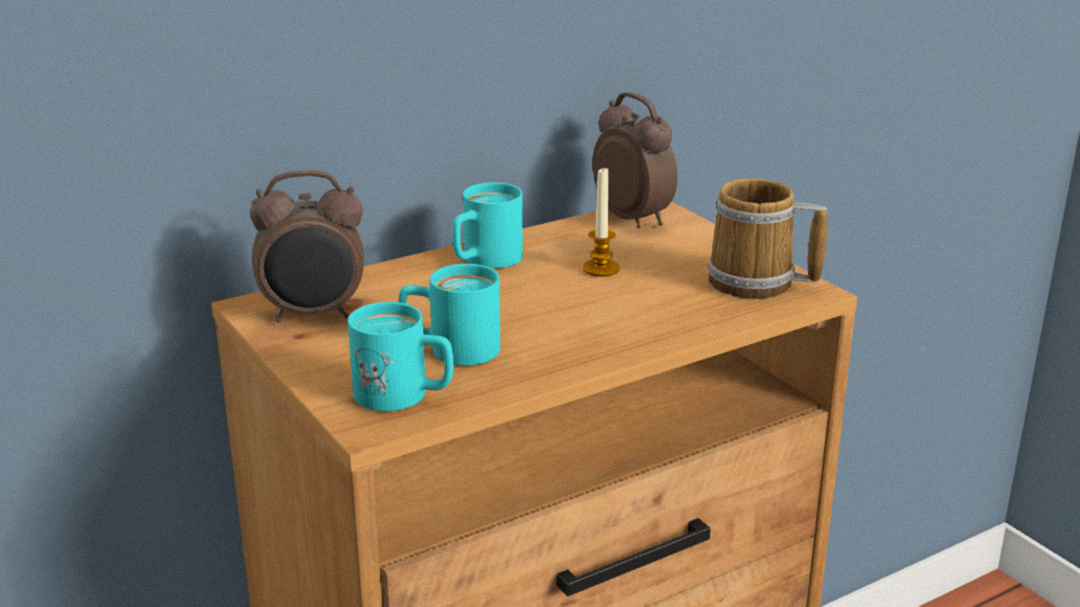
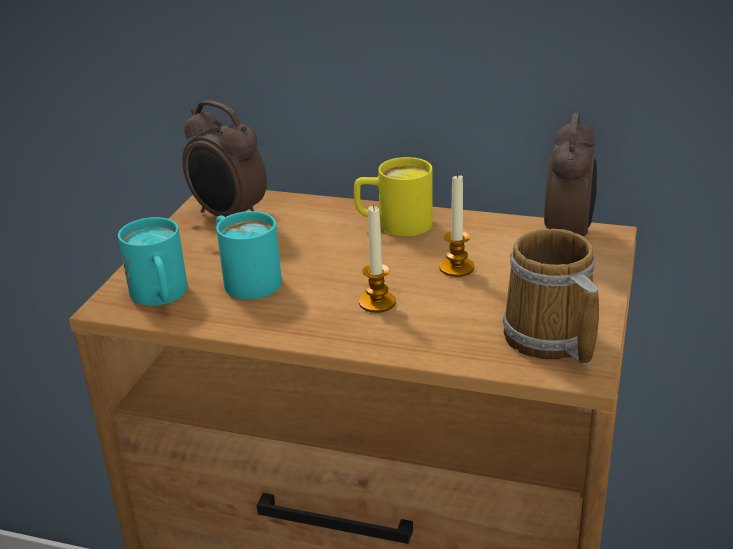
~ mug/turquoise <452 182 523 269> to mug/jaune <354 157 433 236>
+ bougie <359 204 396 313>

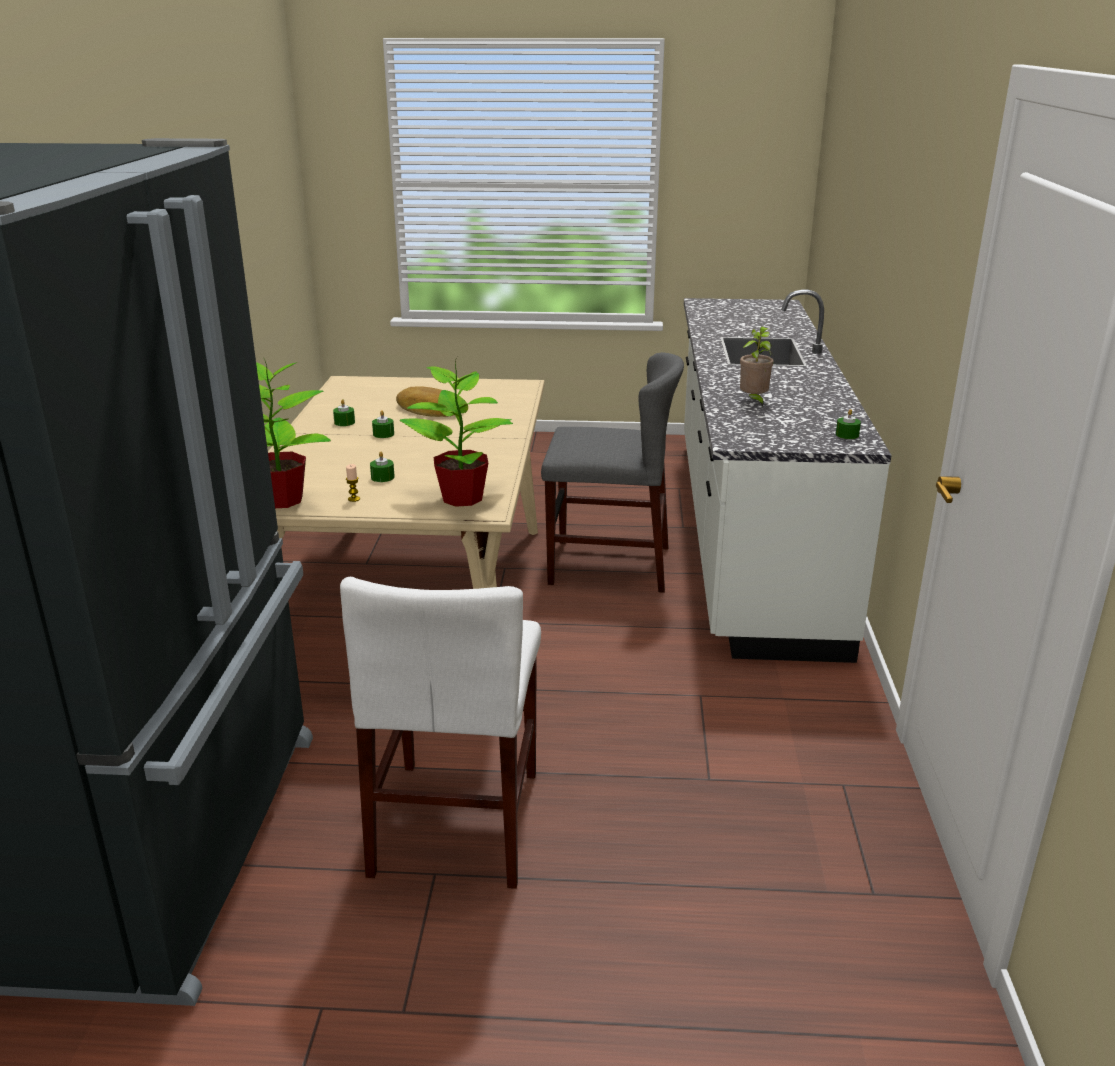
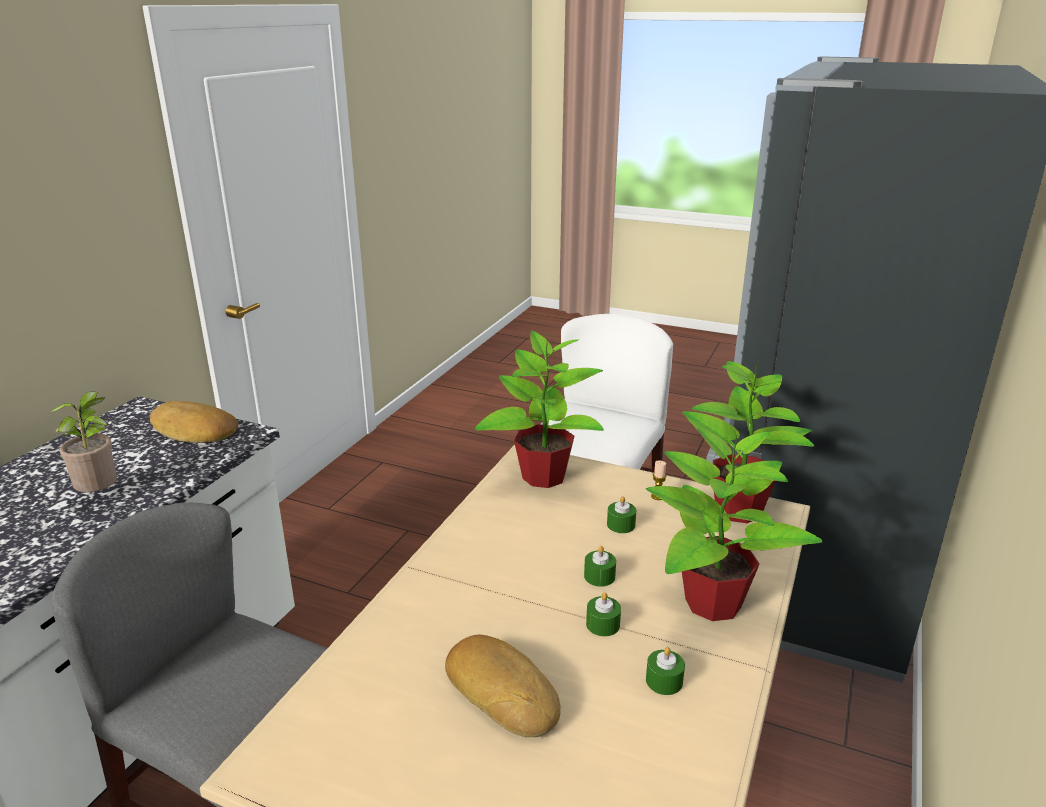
~ bougie/vert <836 409 861 439> to <584 546 616 587>
+ pain <150 401 238 443>
+ plante en pot <646 428 823 621>

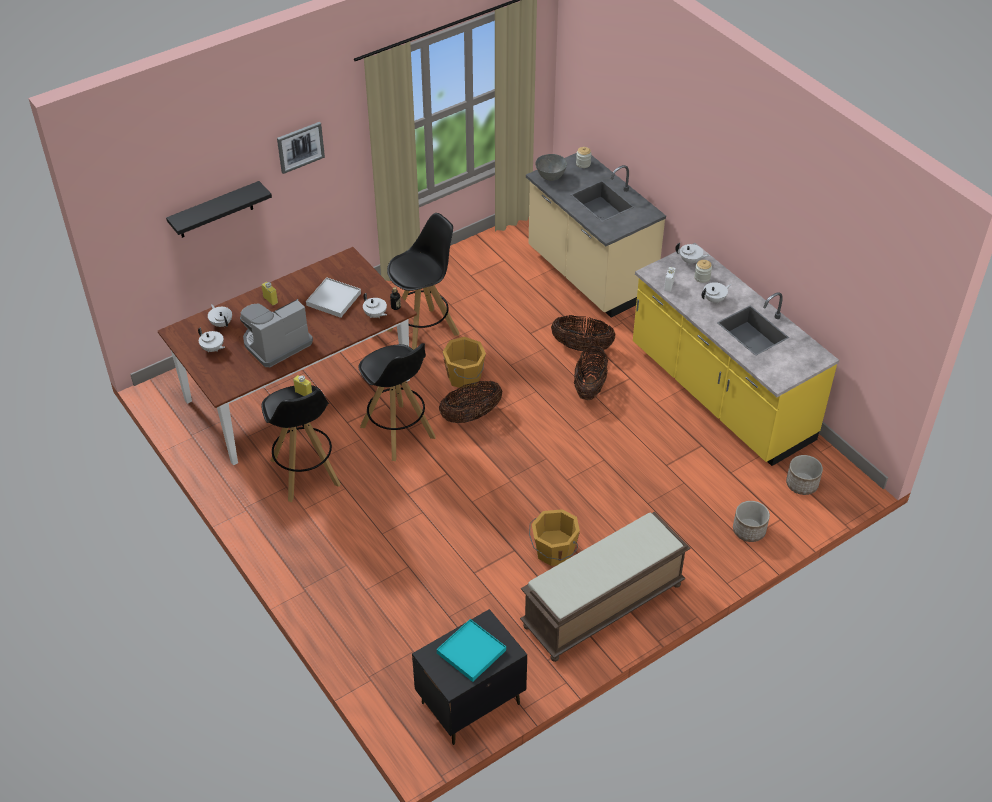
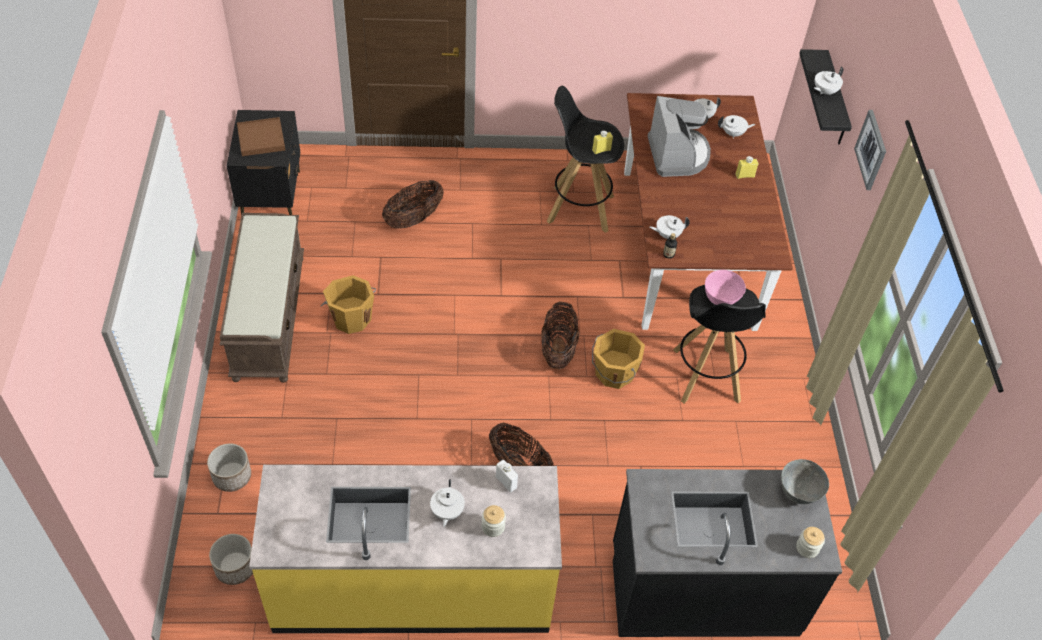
- plateau/blanc <306 277 361 318>
- tabouret/noir <358 343 436 461>
~ plateau/turquoise <437 619 506 682> to plateau/marron <237 117 285 156>
~ comptoir de cuisine/beige <526 153 666 317> to comptoir de cuisine/noir <613 469 842 637>
~ panier <551 315 615 352> to <382 180 444 229>
~ théière/blanc <675 243 710 264> to <814 67 843 95>
+ bol/rose <705 270 746 305>

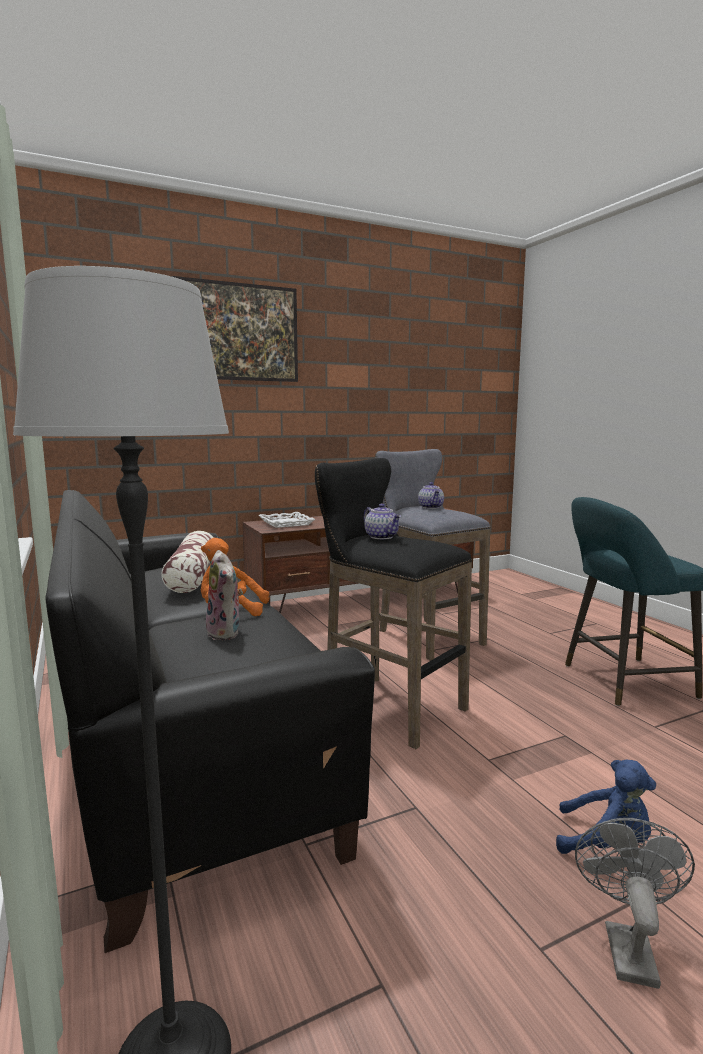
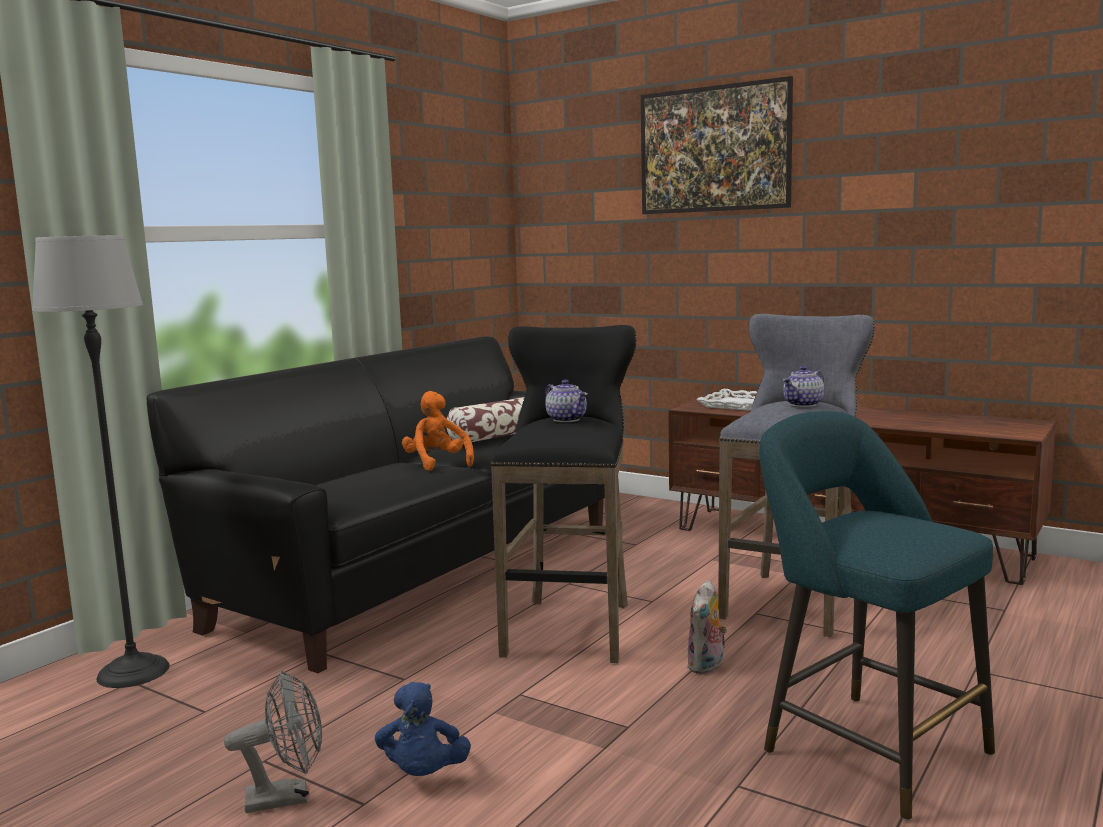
~ peluche <206 550 243 640> to <687 580 727 674>
~ théière <364 504 401 539> = <545 380 588 422> 60 degrees counterclockwise

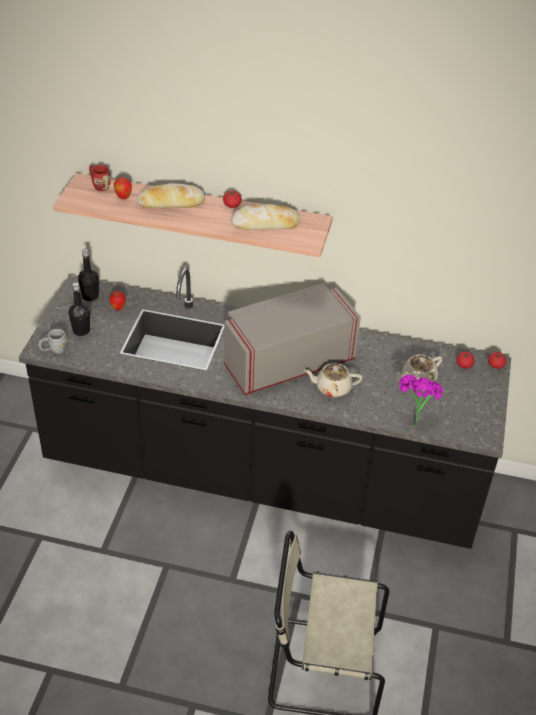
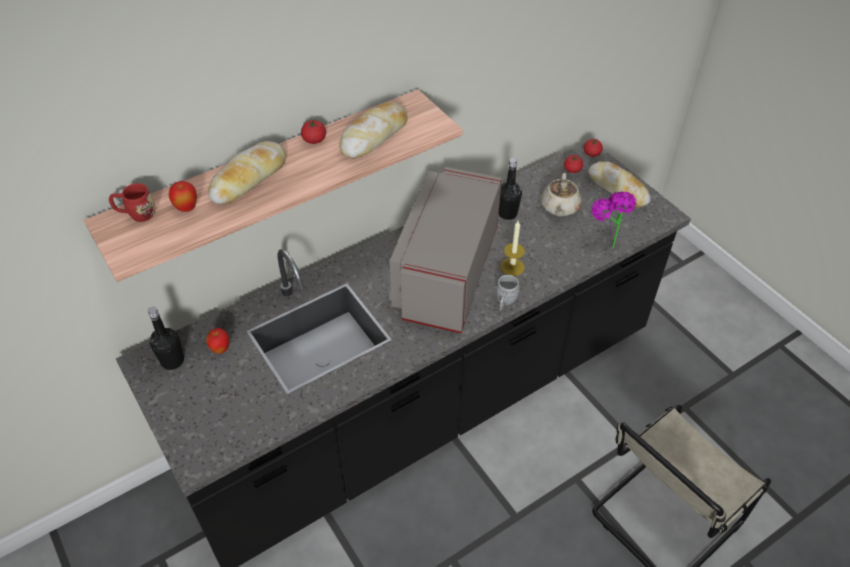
~ mug/gris <39 329 67 354> to <496 275 520 311>
~ bouteille/noir <68 282 90 336> to <499 158 522 220>
~ théière/beige <304 363 362 397> to bougie <500 221 525 276>
+ pain <588 161 651 207>

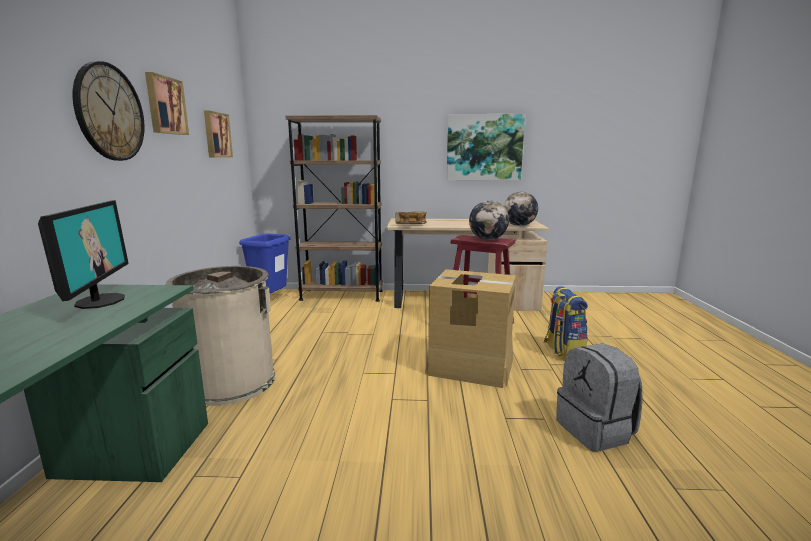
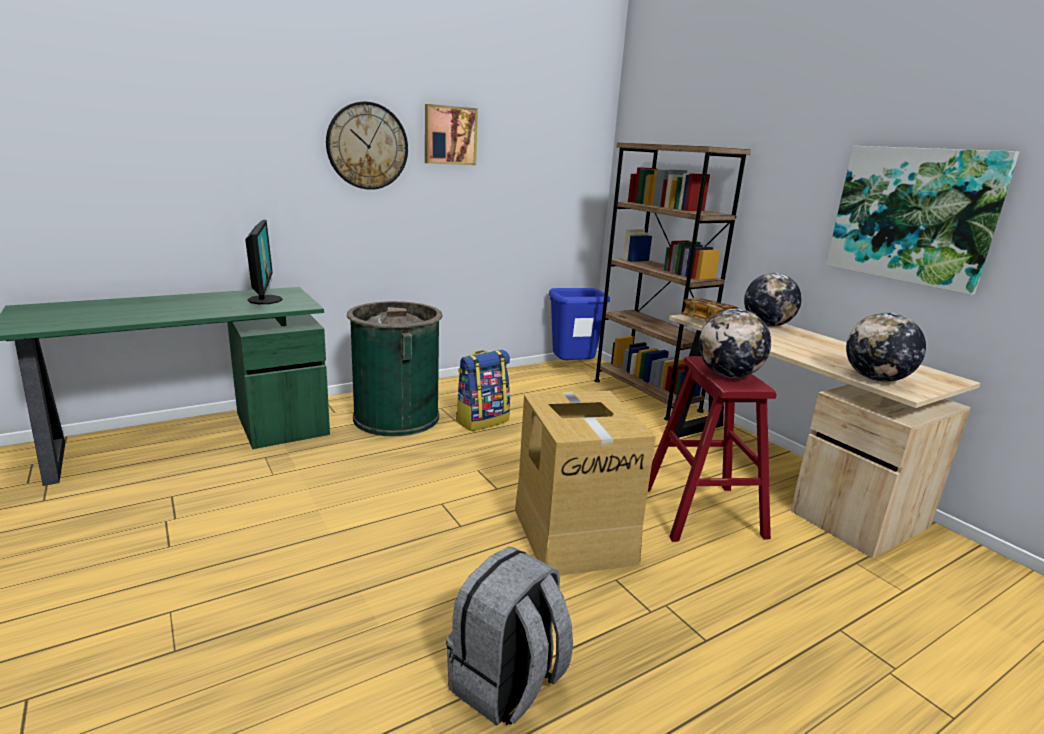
~ écran d'ordinateur <38 200 129 309> = <245 220 283 304> 60 degrees counterclockwise
~ poubelle/beige <166 266 275 406> to poubelle/vert <347 301 442 437>
- tableau <204 111 233 157>
~ sac à dos <544 286 588 361> to <456 350 510 431>
+ globe <744 273 802 327>

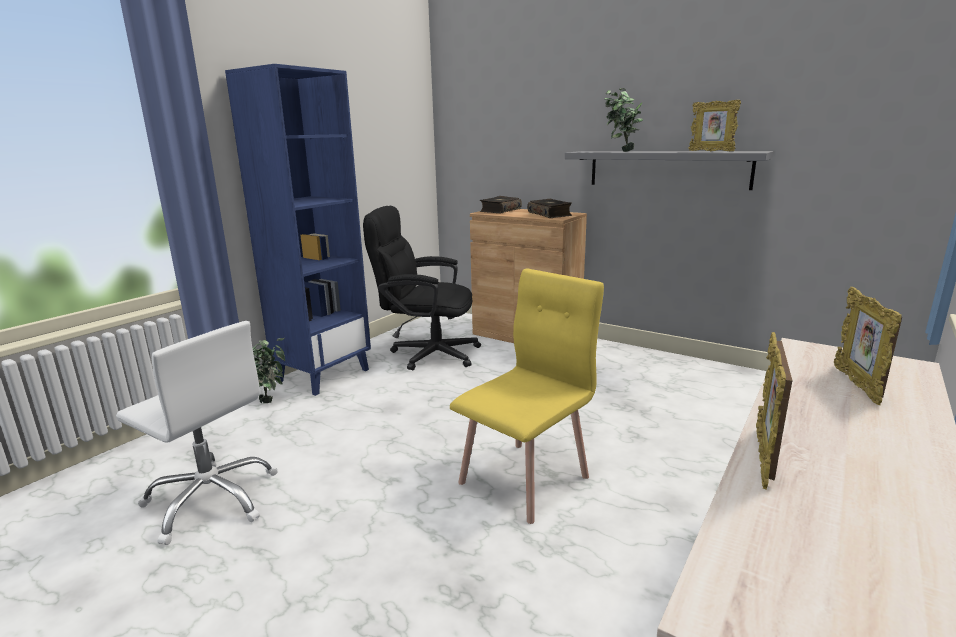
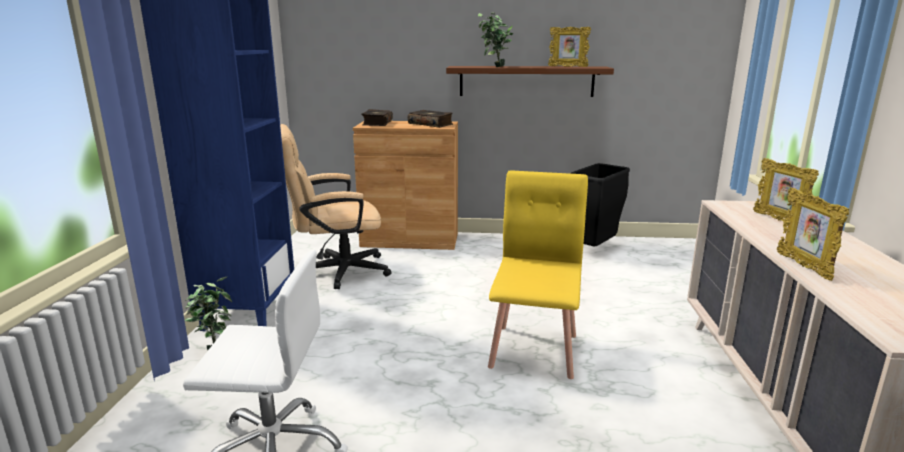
~ chaise de bureau/noir <363 206 481 370> to chaise de bureau/beige <280 124 392 289>
~ étagère/gris <565 151 774 190> to étagère/marron <446 66 614 97>
+ poubelle/noir <570 163 630 246>

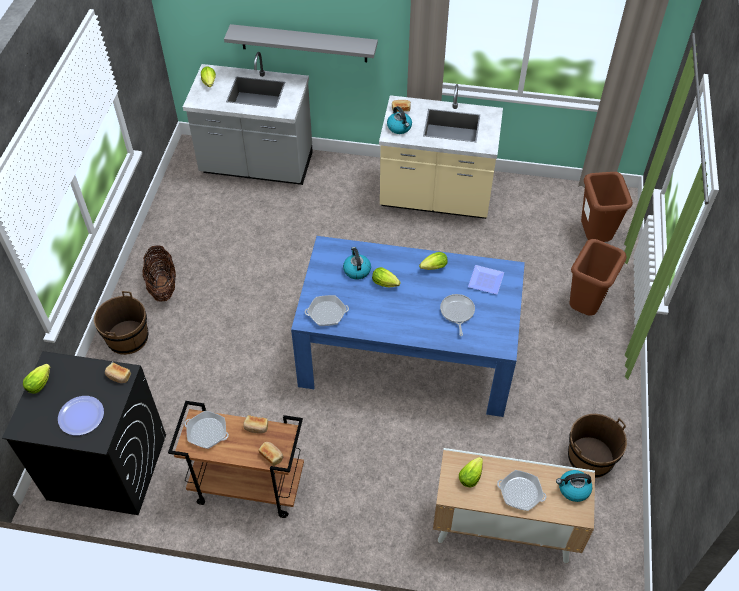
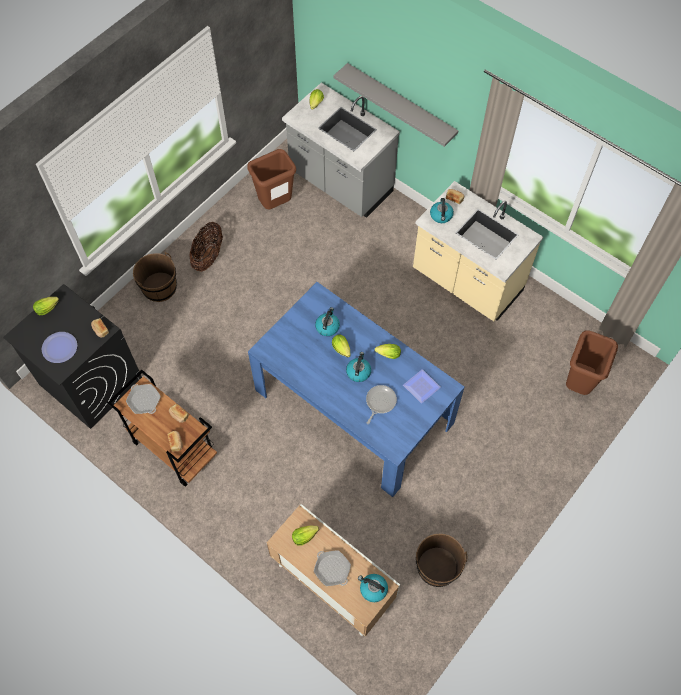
- poêle <305 295 349 326>
~ poubelle/marron <569 239 627 316> to <247 149 296 209>
+ bouilloire <346 352 371 382>

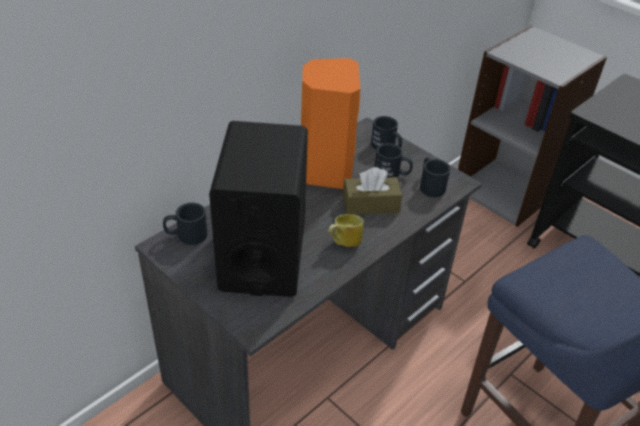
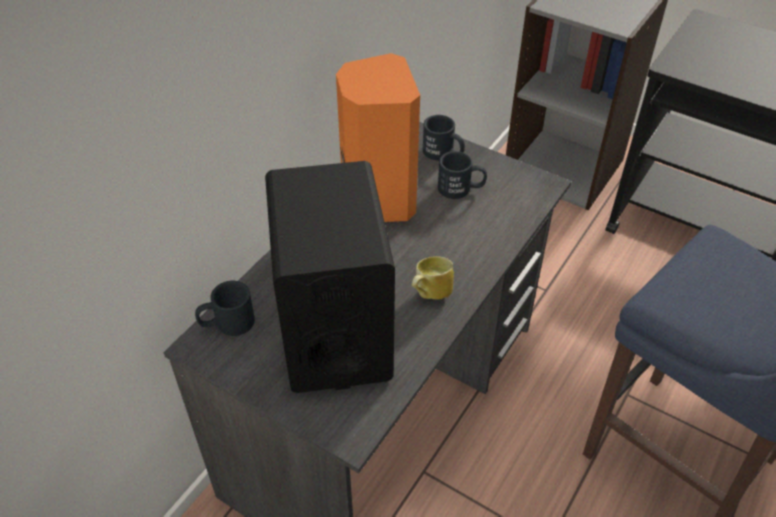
- boîte à mouchoirs/marron <343 167 402 215>
- mug/noir <420 157 451 197>

